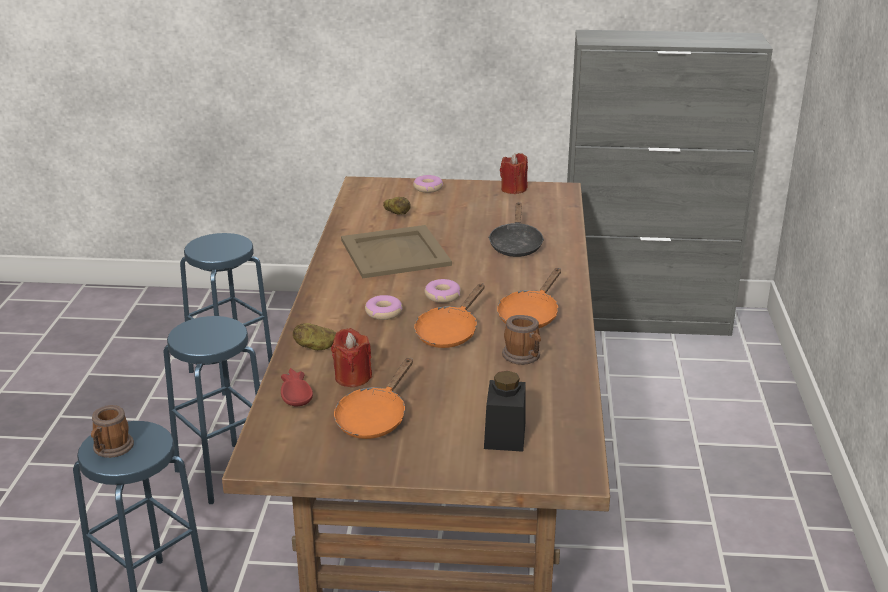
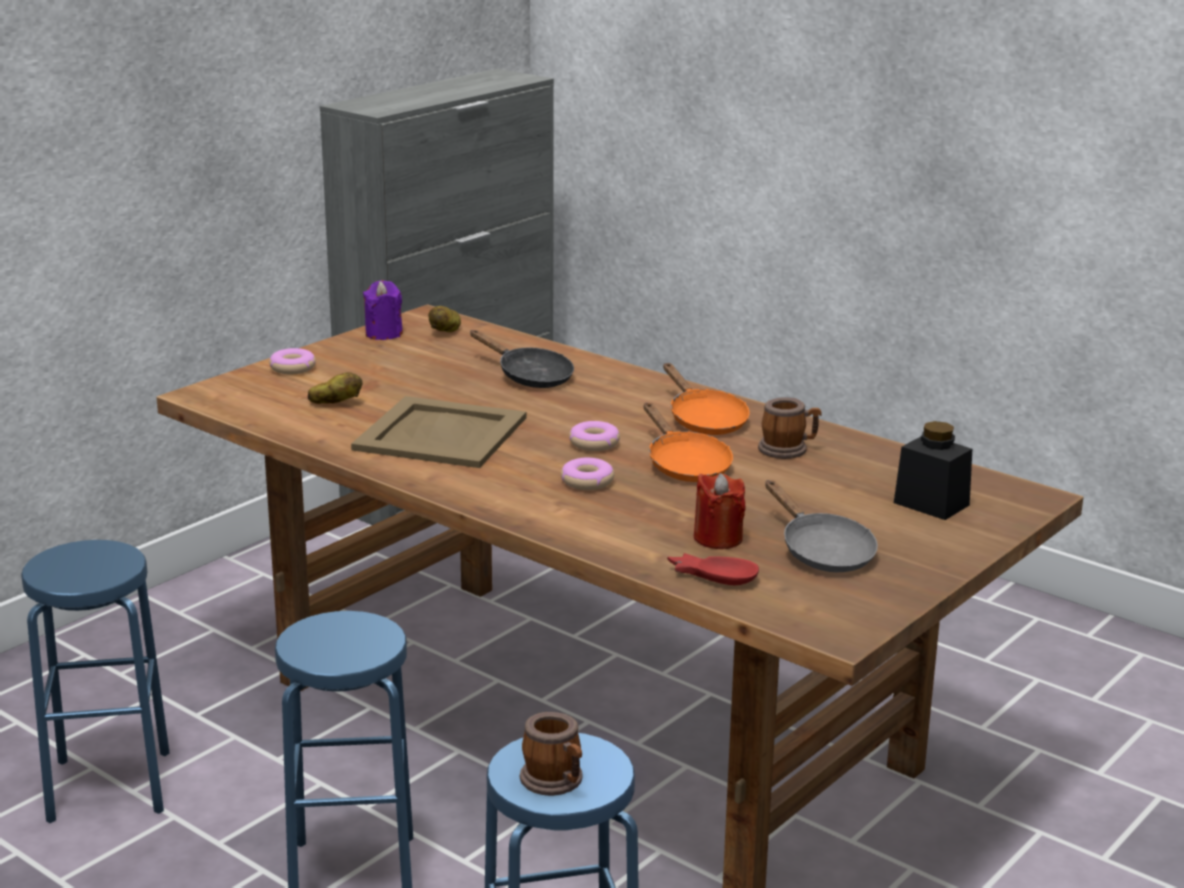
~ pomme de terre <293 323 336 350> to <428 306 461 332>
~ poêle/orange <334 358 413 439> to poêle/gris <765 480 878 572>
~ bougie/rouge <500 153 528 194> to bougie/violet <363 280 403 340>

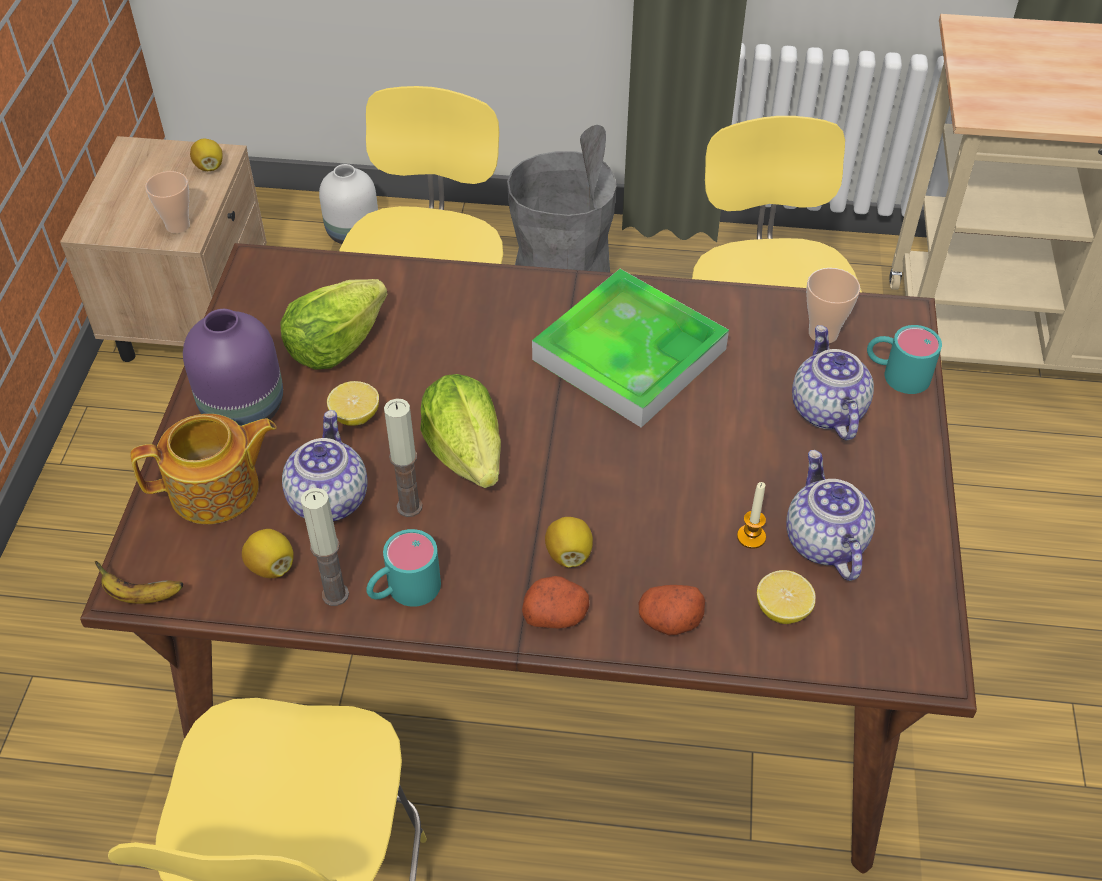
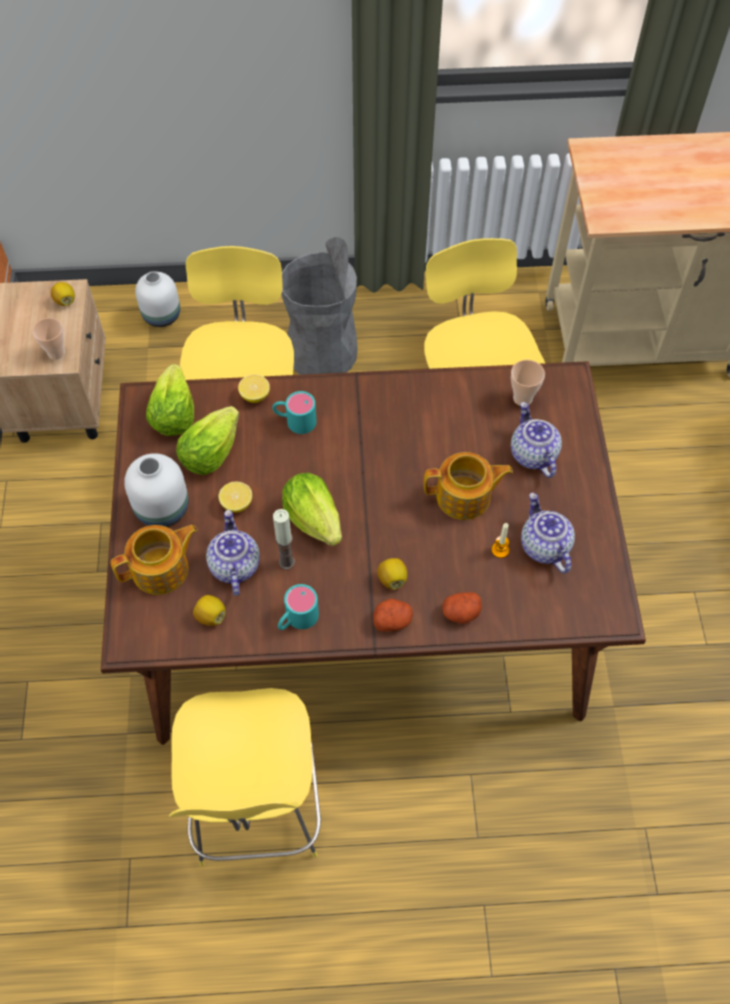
- banane <94 561 183 604>
~ vase/violet <183 309 283 426> to vase/blanc <124 453 189 527>
- bougie <301 488 349 606>
- plateau <532 269 729 428>
~ citron <757 570 816 624> to <238 374 270 403>
~ mug/turquoise <867 325 942 394> to <272 391 317 434>
+ laitue <146 364 194 436>
+ théière <424 452 513 520>

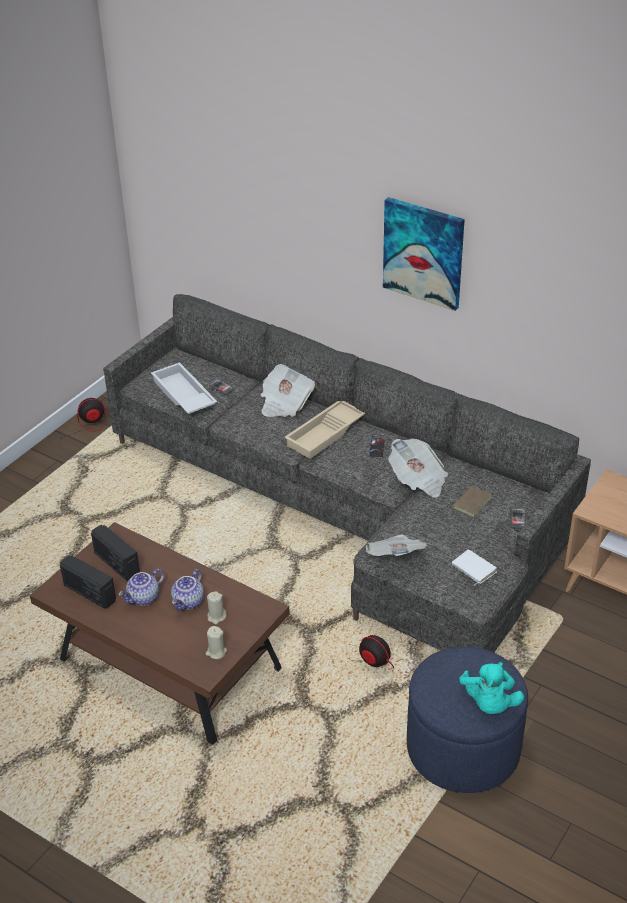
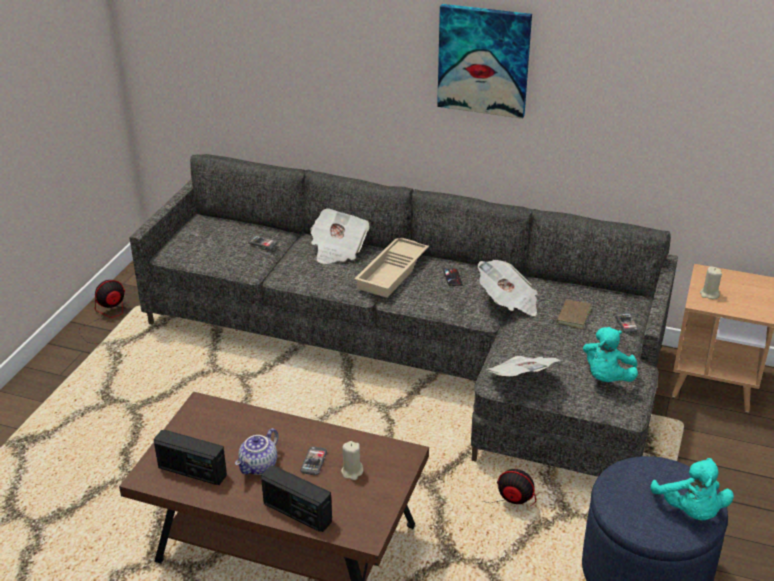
~ radio <91 525 140 580> to <261 466 332 532>
- plateau/blanc <151 362 217 414>
~ théière <171 569 204 610> to téléphone <300 446 327 475>
~ bougie/beige <206 626 227 659> to <700 267 722 299>
~ livre/blanc <452 549 497 586> to peluche/turquoise <583 327 638 382>

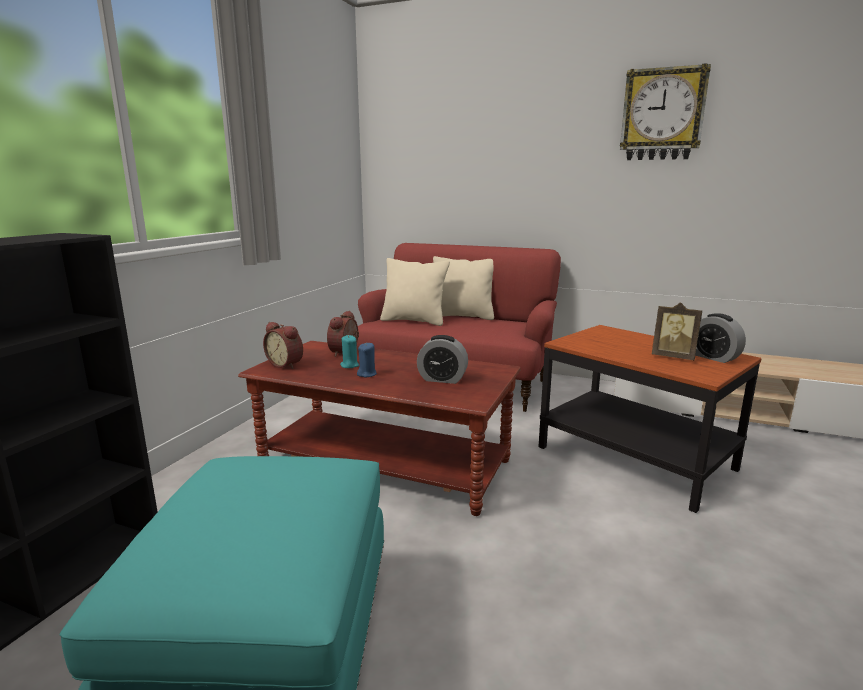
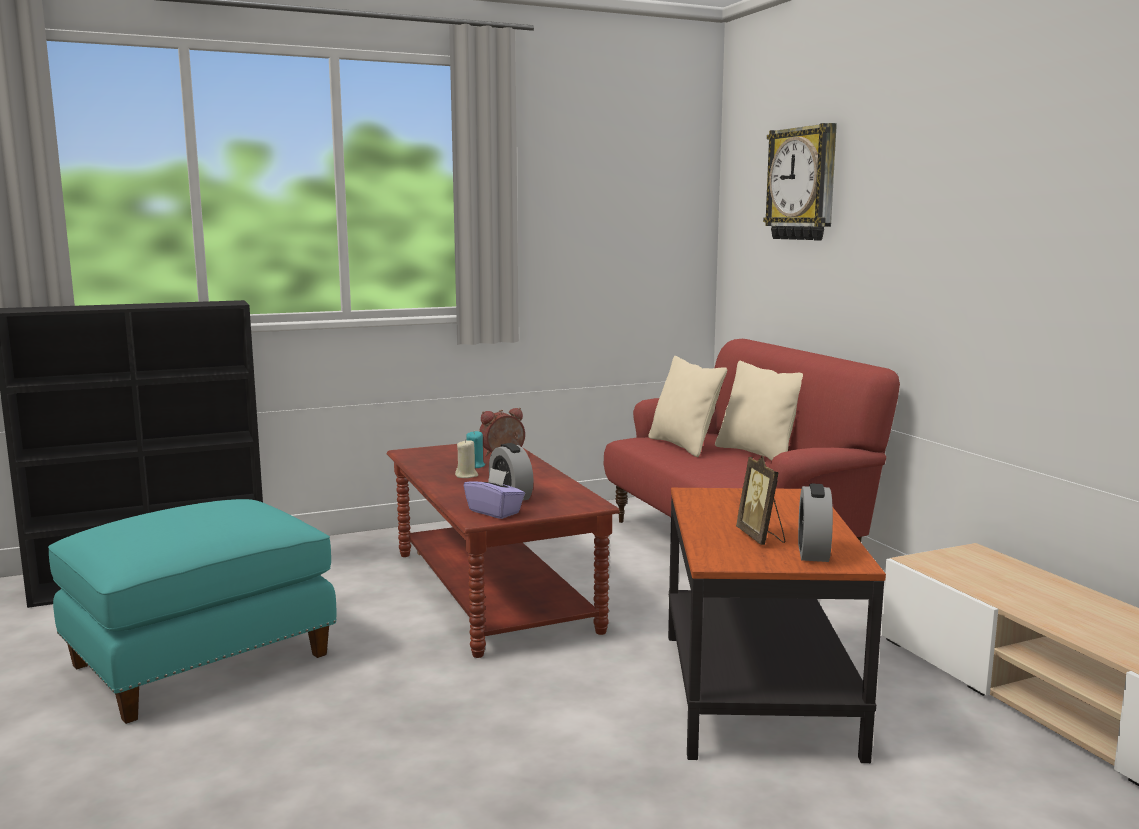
- réveil <263 322 303 369>
~ bougie/bleu <357 343 377 377> to bougie/beige <455 439 478 478>
~ horloge murale <620 63 711 160> to <763 123 837 241>
+ boîte à mouchoirs/violet <463 468 525 519>

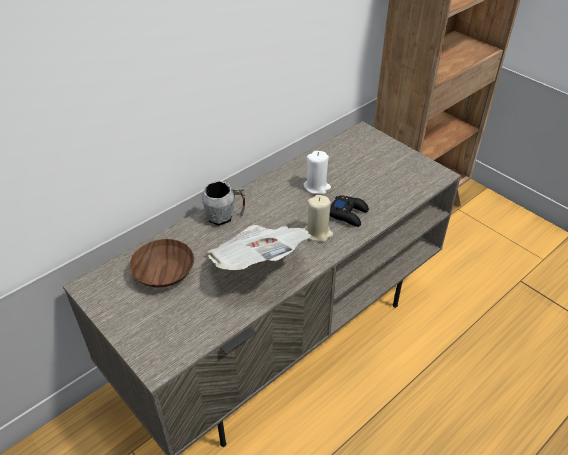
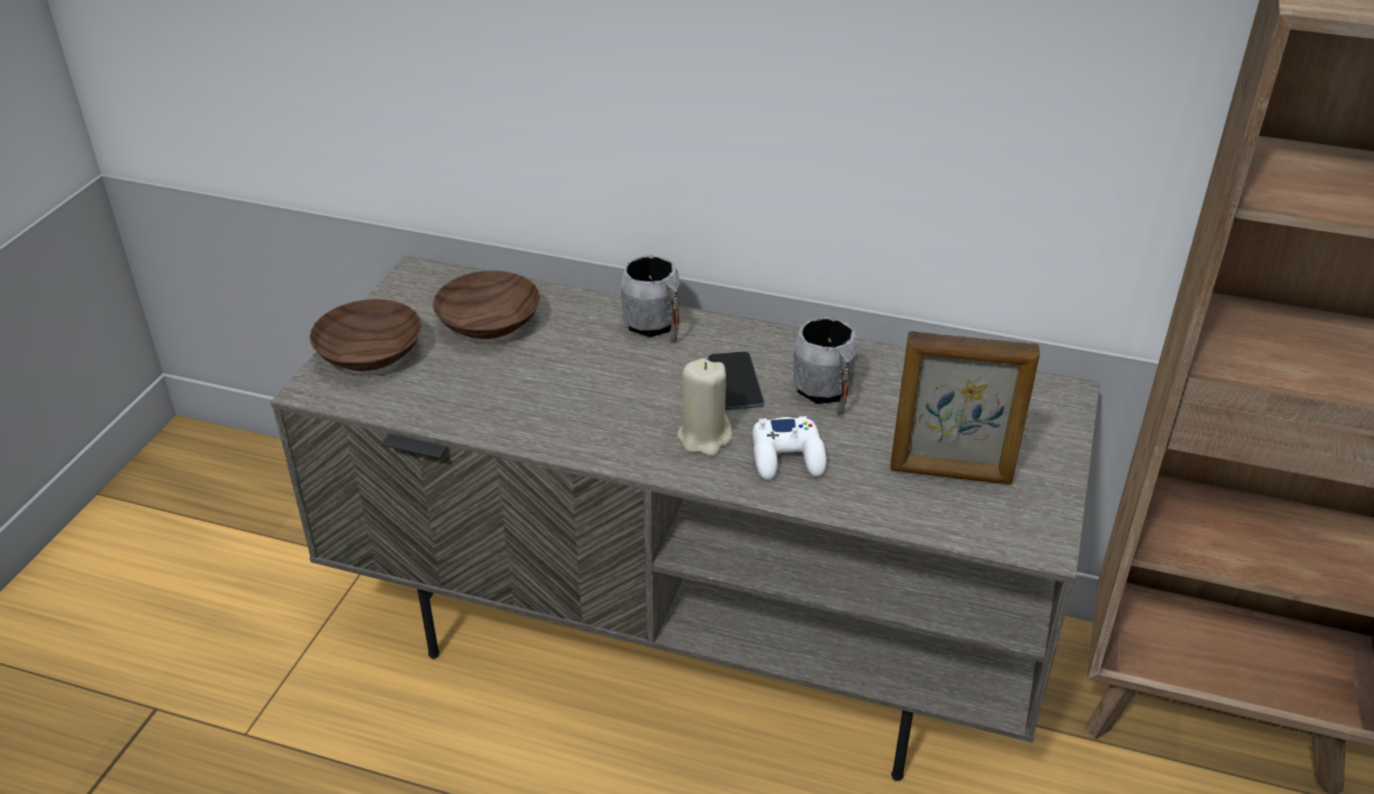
- journal <207 225 312 270>
~ bougie/blanc <303 151 331 195> to mug/gris <792 317 859 415>
~ manette/noir <330 195 369 227> to manette/blanc <753 416 826 480>
+ bol/marron <310 299 422 371>
+ téléphone <708 351 764 410>
+ cadre photo <891 331 1040 484>

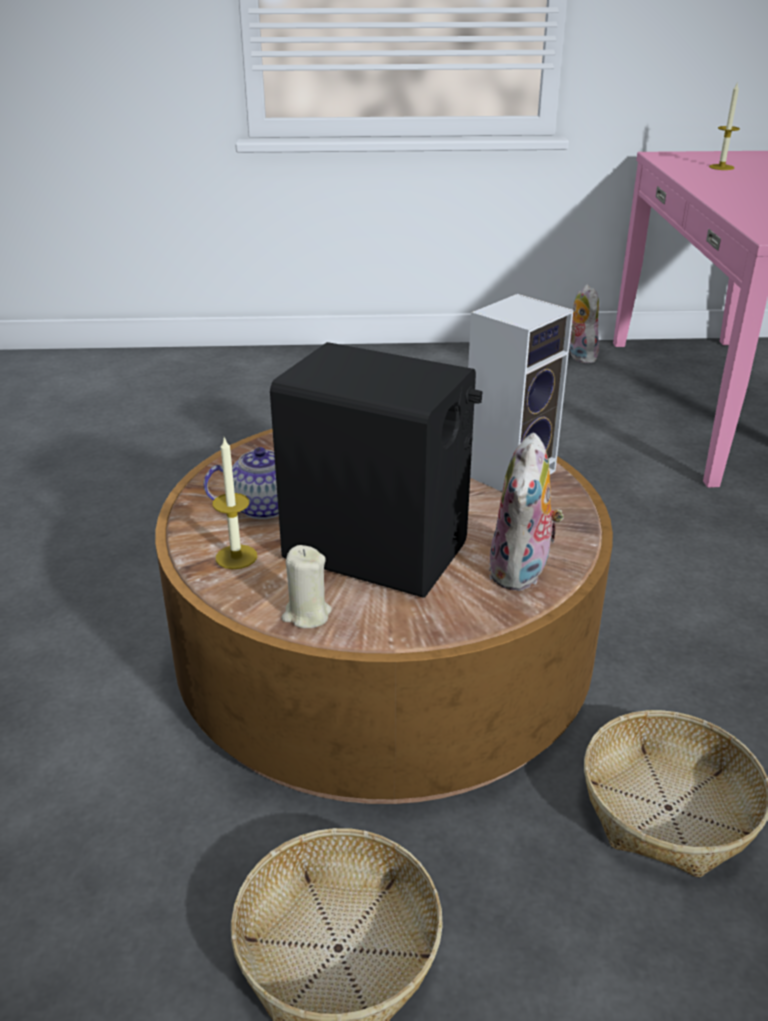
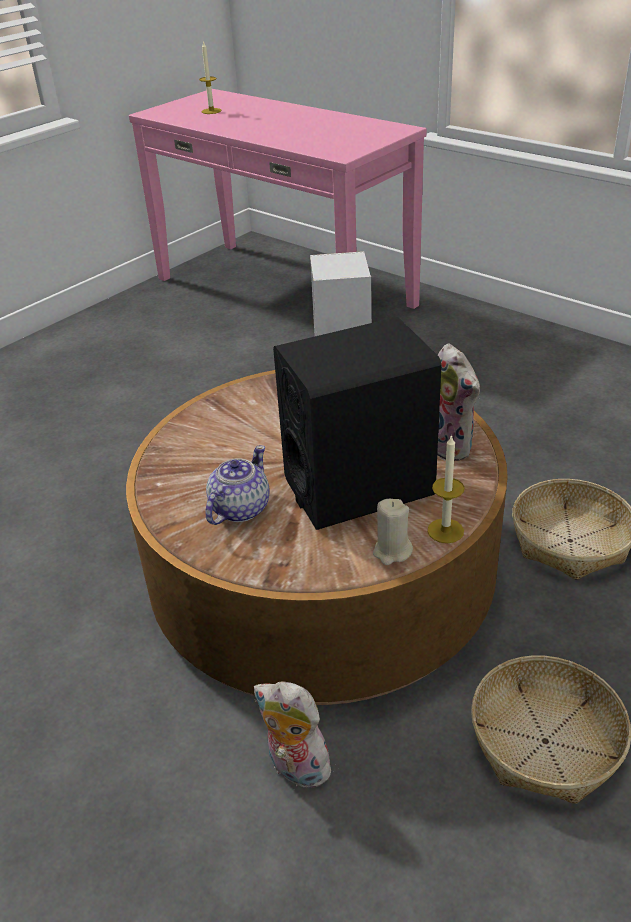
~ bougie <213 437 257 569> to <427 434 465 543>
~ peluche <569 284 599 363> to <254 681 336 788>

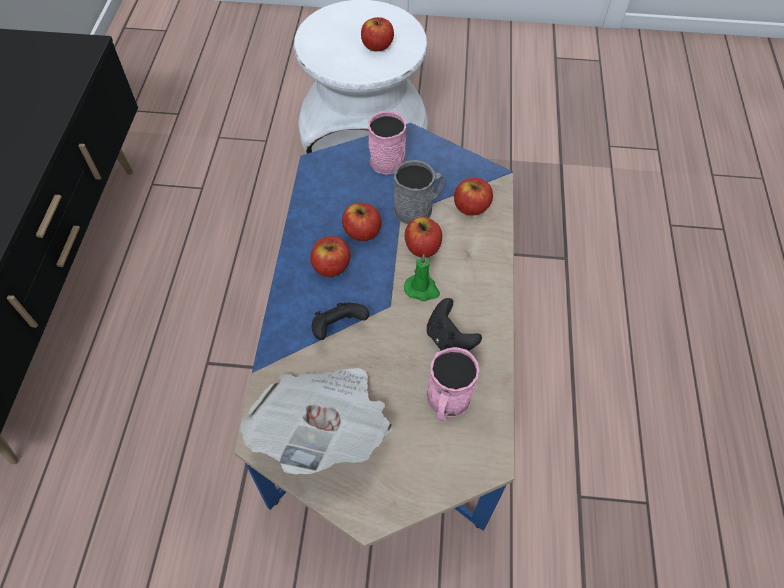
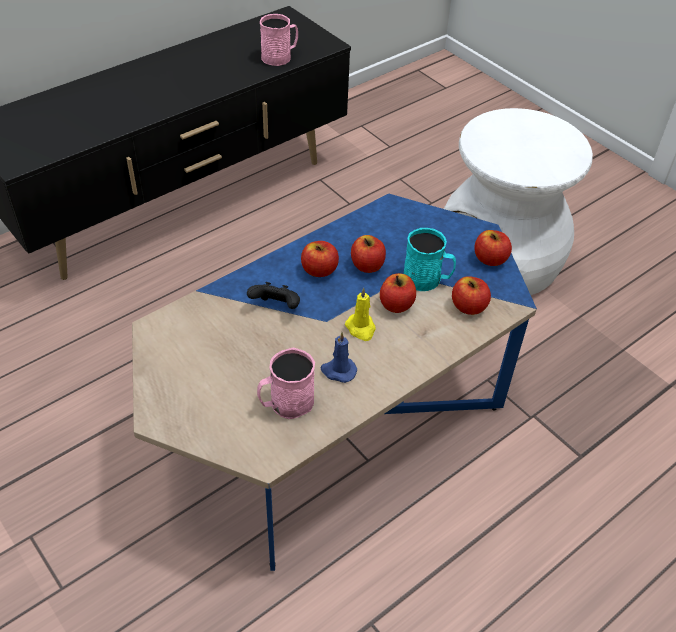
- journal <240 367 392 475>
~ pomme <361 17 394 51> to <475 230 512 266>
~ mug/rose <368 111 406 175> to <260 14 298 66>
~ mug/gris <394 160 444 224> to mug/turquoise <404 228 456 291>
~ bougie/vert <404 254 440 301> to bougie/jaune <345 288 376 341>
~ manette/noir <427 298 482 351> to bougie/bleu <321 332 357 383>

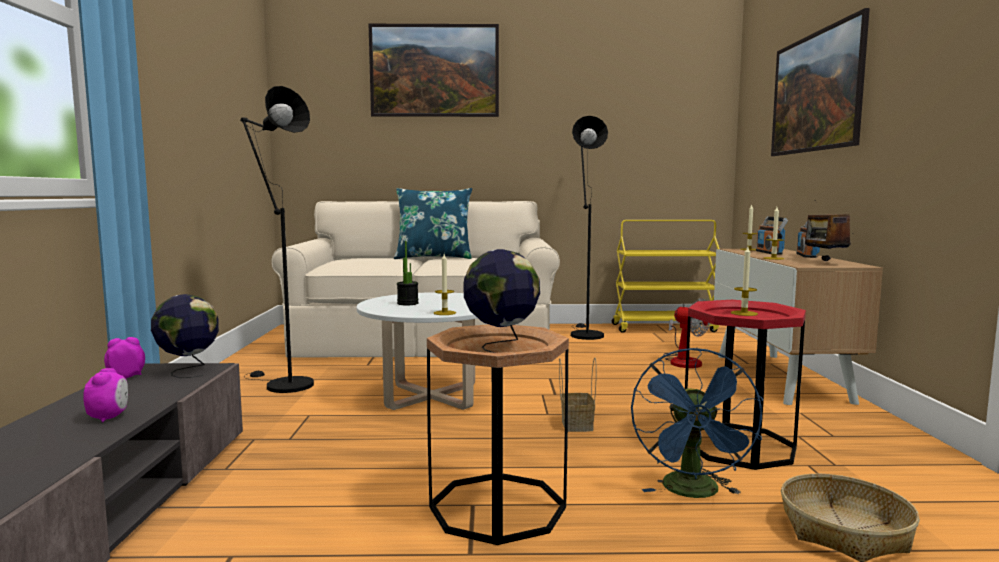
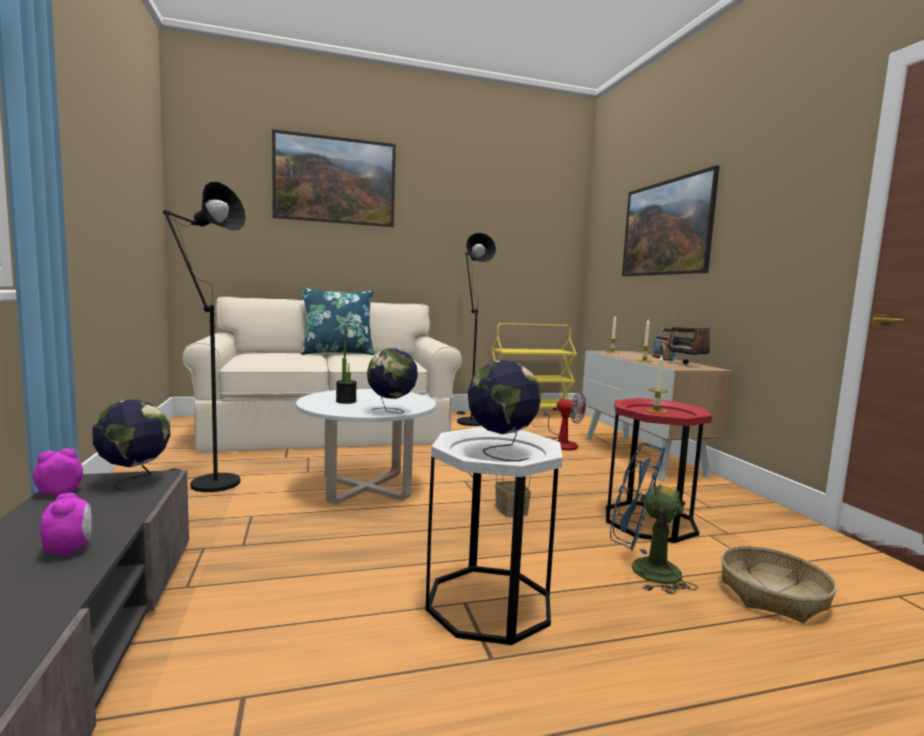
~ table d'appoint/marron <427 324 569 545> to table d'appoint/blanc <426 427 563 645>
~ bougie <434 254 456 315> to globe <367 348 418 414>
~ ventilateur/bleu <631 348 763 498> = <610 443 698 595> 120 degrees clockwise
- radio <756 217 788 255>

